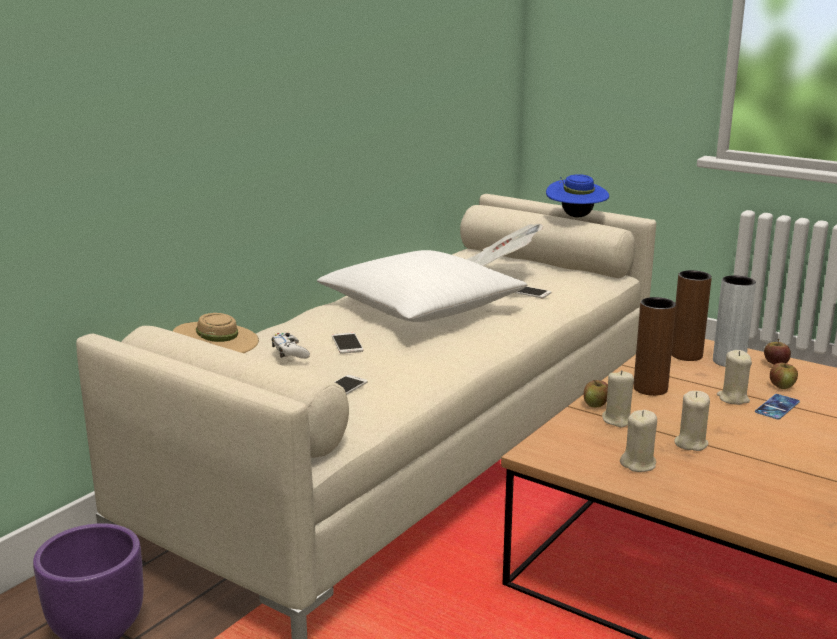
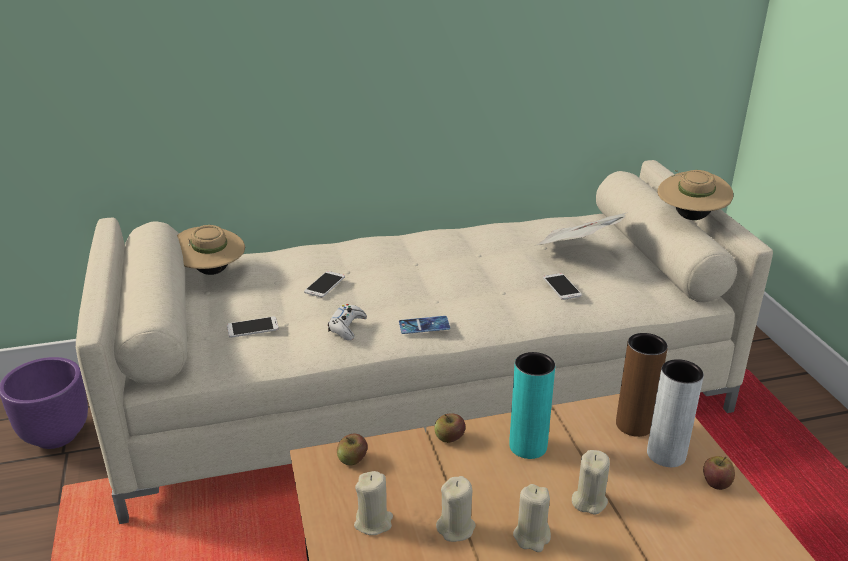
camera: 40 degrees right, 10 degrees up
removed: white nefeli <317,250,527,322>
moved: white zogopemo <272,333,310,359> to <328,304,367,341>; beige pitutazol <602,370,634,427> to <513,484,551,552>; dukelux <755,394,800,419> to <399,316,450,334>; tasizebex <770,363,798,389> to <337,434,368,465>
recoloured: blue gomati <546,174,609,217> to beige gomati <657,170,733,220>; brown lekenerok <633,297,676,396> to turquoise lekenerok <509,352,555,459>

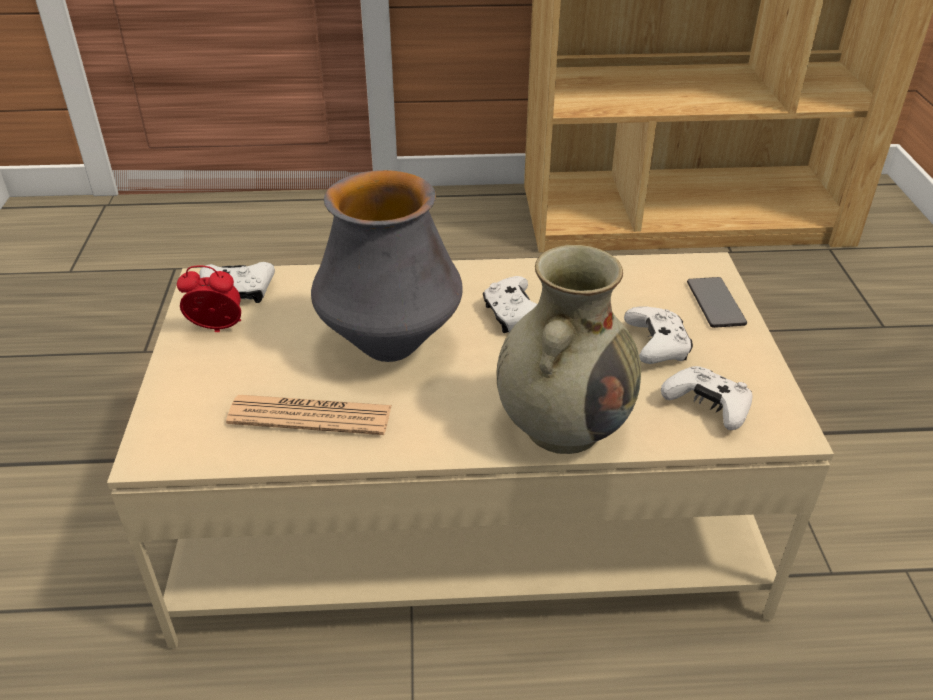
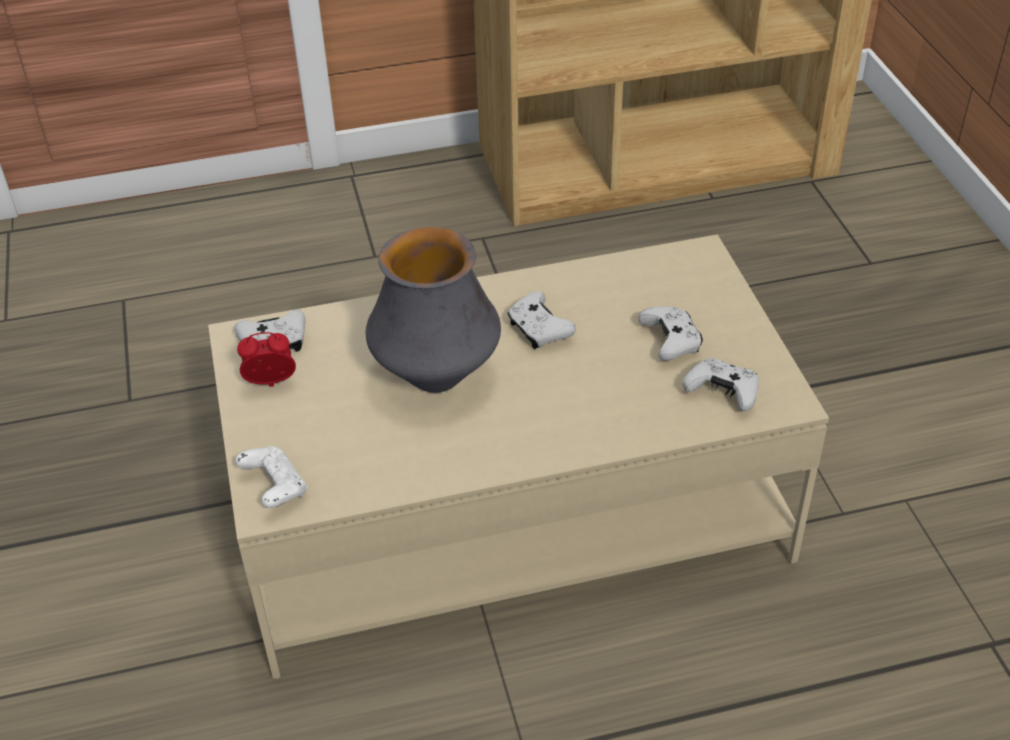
camera: 10 degrees left, 5 degrees up
removed: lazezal <226,395,392,435>; beige lekenerok <497,245,641,454>; dukelux <687,277,747,328>
added: white zogopemo <235,446,307,508>

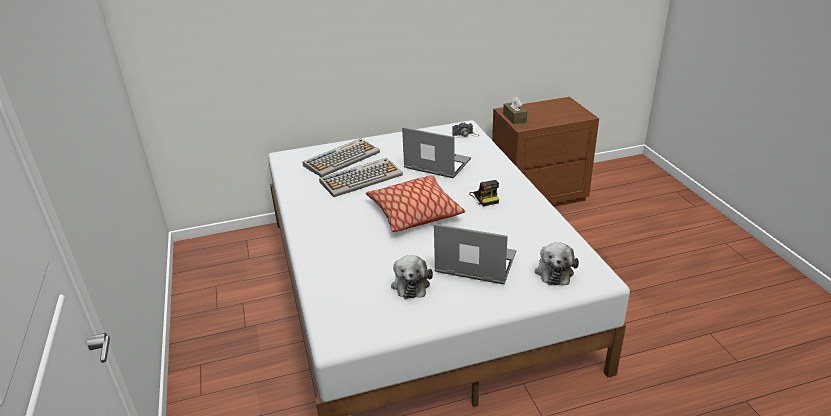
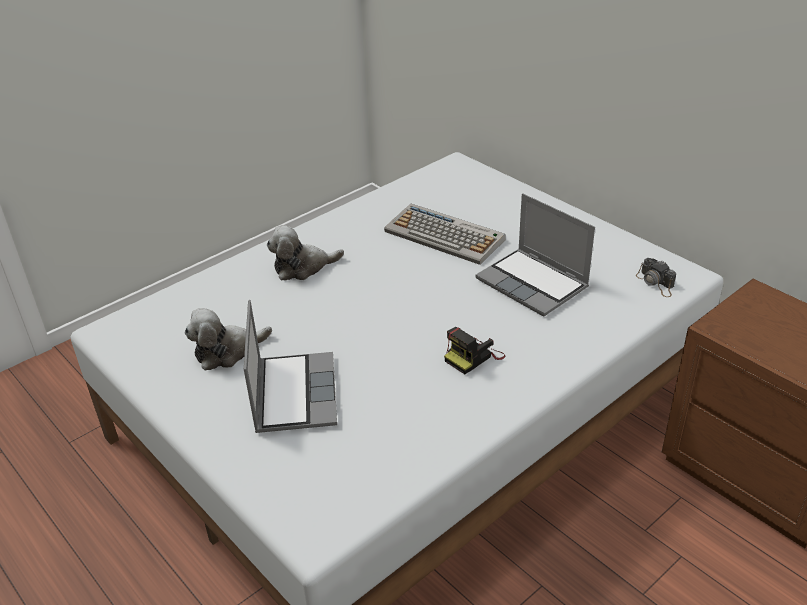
camera: 65 degrees right, 5 degrees up
removed: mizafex <303,138,380,177>; nefeli <366,175,465,232>; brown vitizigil <503,97,527,124>
moved: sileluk <535,242,579,285> to <267,225,344,280>
turned: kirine <402,127,471,178> = <476,193,595,316> 135 degrees clockwise

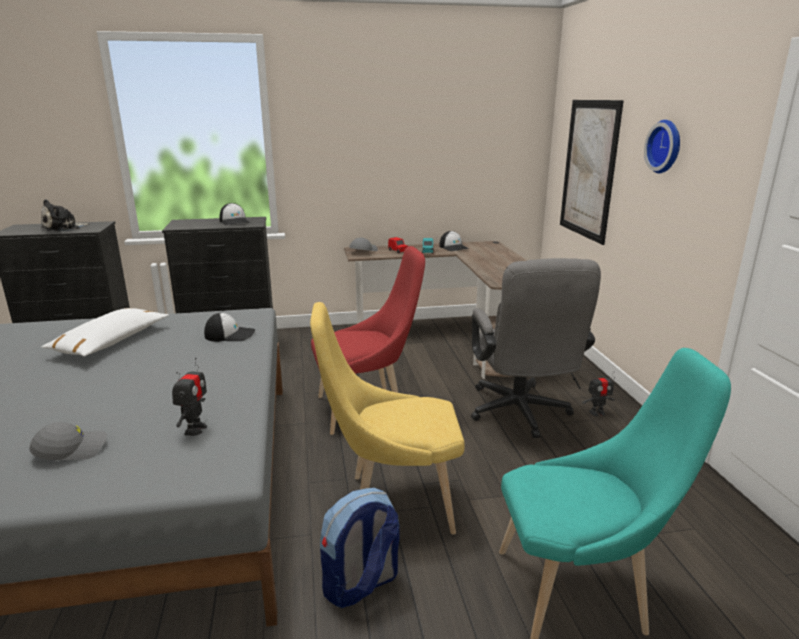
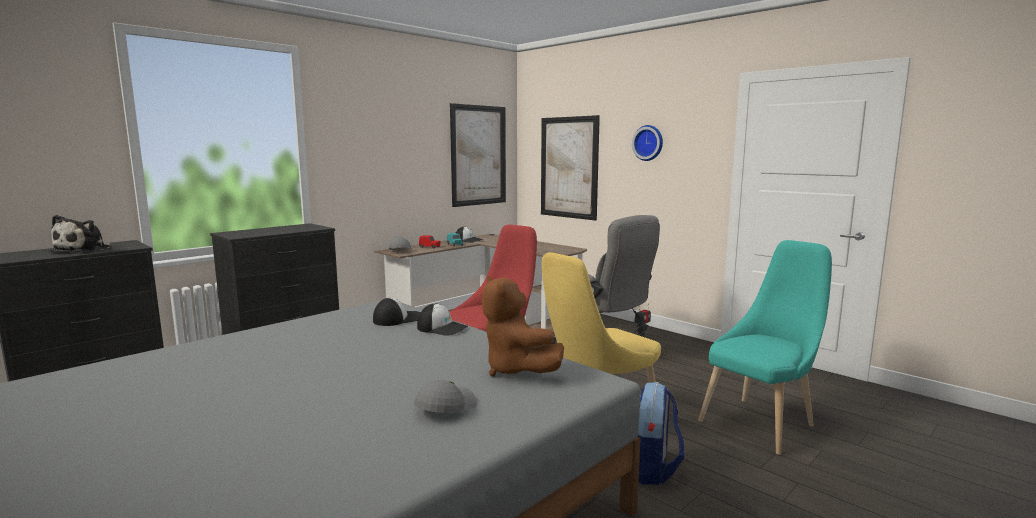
camera: 35 degrees left, 10 degrees down
removed: white nefeli <41,308,169,357>
added: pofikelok <450,103,506,207>
moved: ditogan <219,203,250,225> to <417,303,468,336>
replaced: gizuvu <172,358,207,436> to brown sileluk <482,275,564,377>

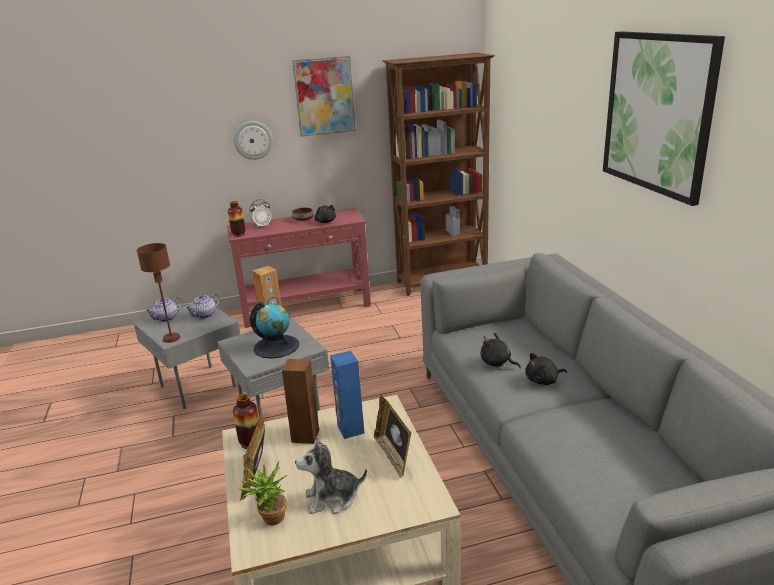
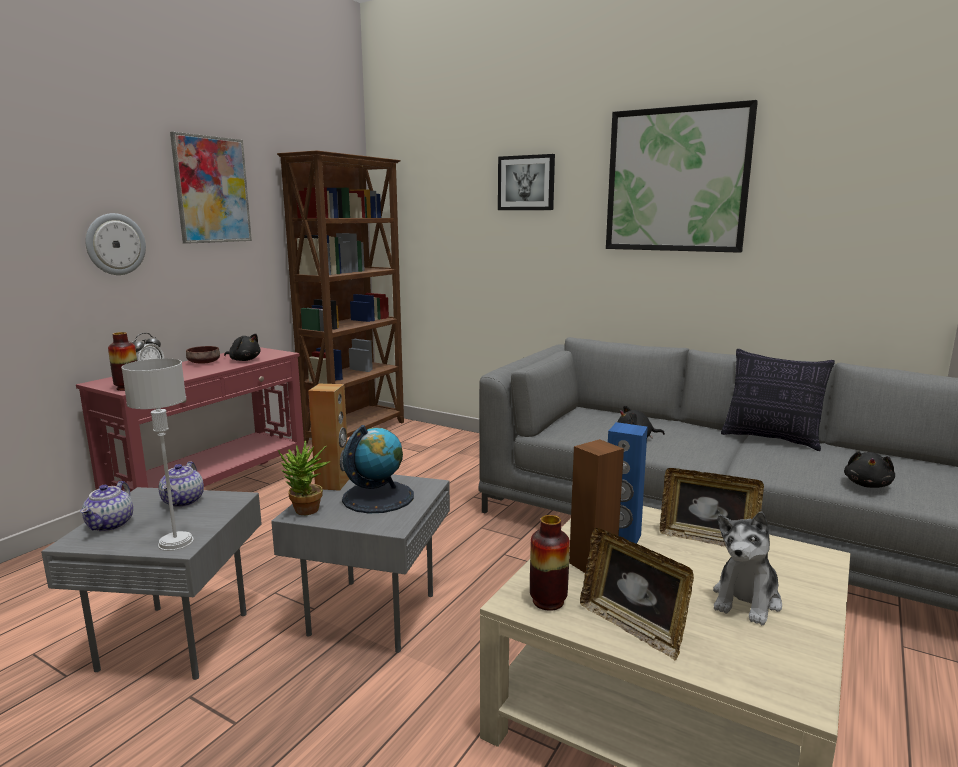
camera: 45 degrees left, 10 degrees down
added: pofikelok <498,154,555,210>; nefeli <721,349,835,451>
moved: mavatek <239,461,288,525> to <278,441,331,515>; black sileluk <525,353,567,385> to <844,451,895,488>
recoloured: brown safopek <137,243,181,343> to grey safopek <121,359,194,551>

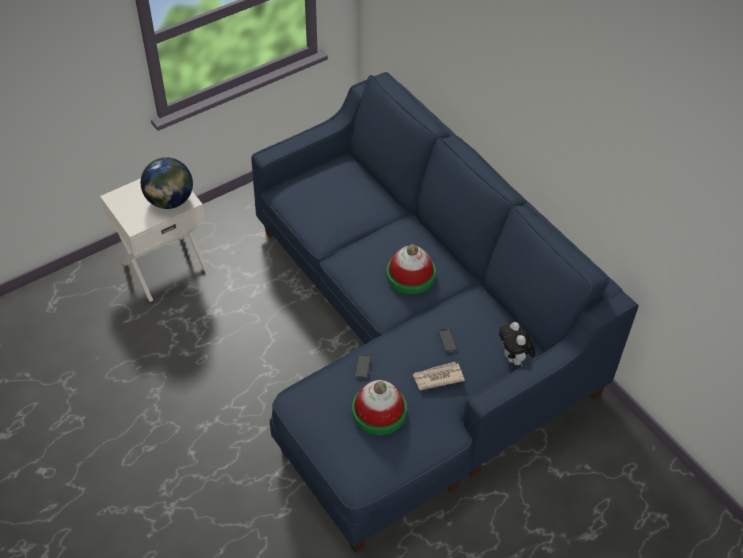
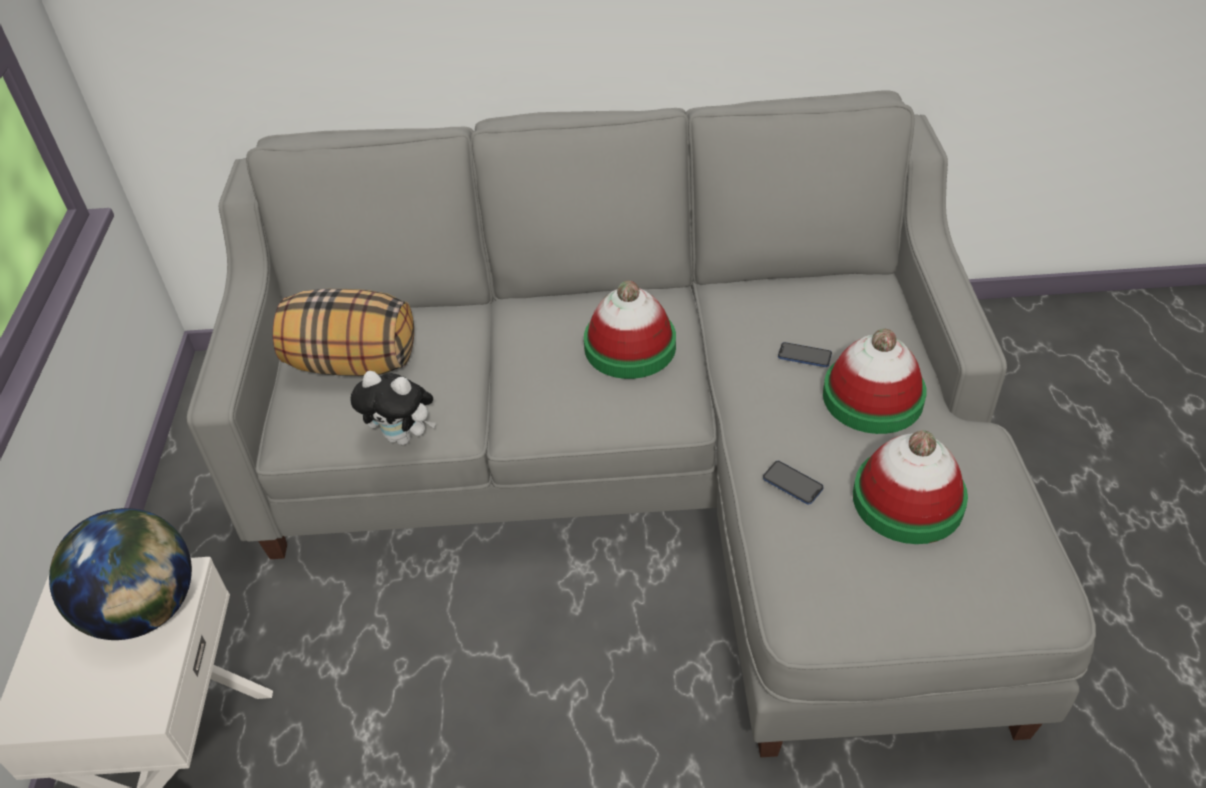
camera: 55 degrees left, 5 degrees down
added: nefeli <273,289,414,376>
moved: sileluk <499,322,535,367> to <350,371,436,445>
replaced: lazezal <412,362,465,390> to gomati <823,329,927,434>
recoloured: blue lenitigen <251,72,639,553> to grey lenitigen <187,90,1096,757>

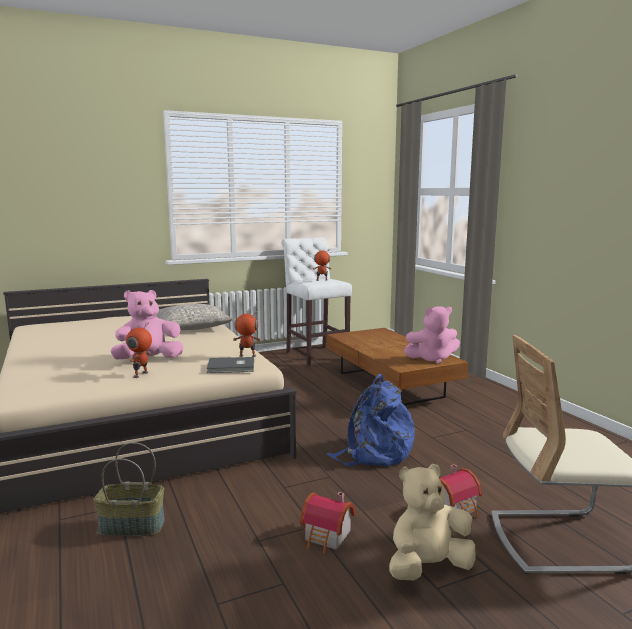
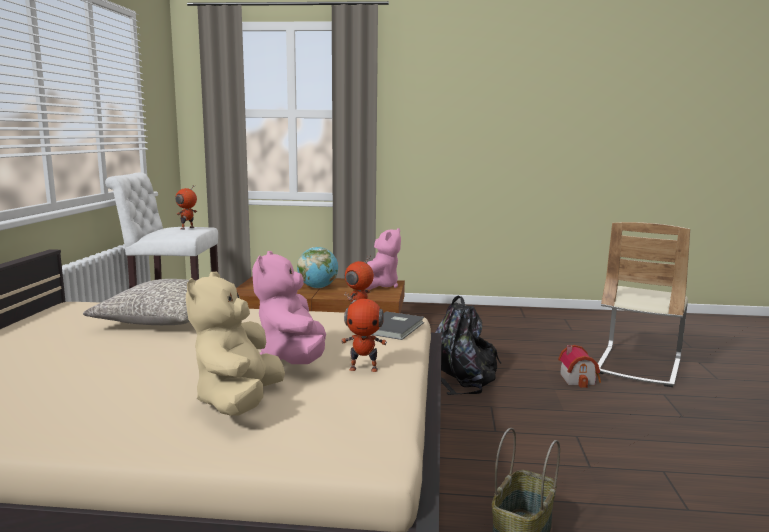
camera: 60 degrees left, 0 degrees up
removed: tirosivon <300,492,356,553>
added: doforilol <297,247,338,288>
moved: beige sileluk <389,464,475,580> to <186,272,285,416>
recoloured: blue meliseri <327,374,415,467> to black meliseri <435,296,502,395>
turned: gizuvu <126,322,152,378> = <341,293,387,372> 45 degrees counterclockwise

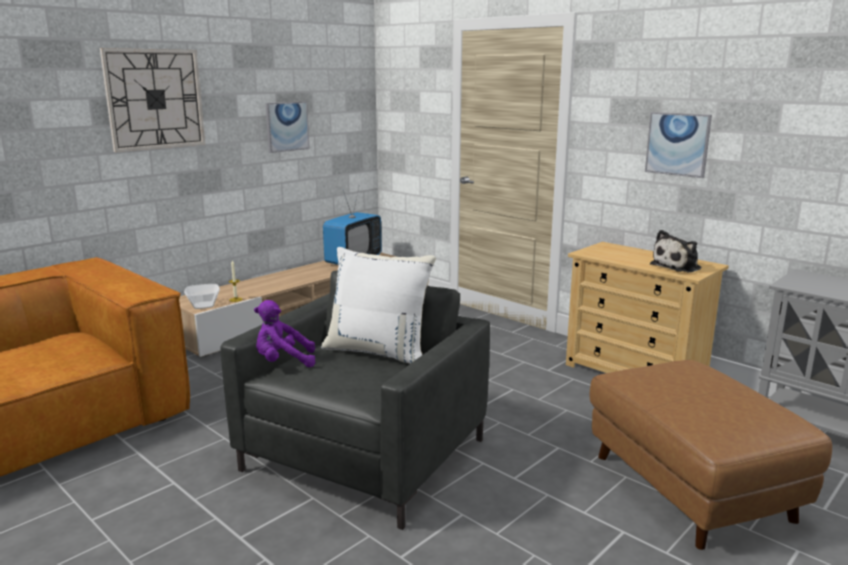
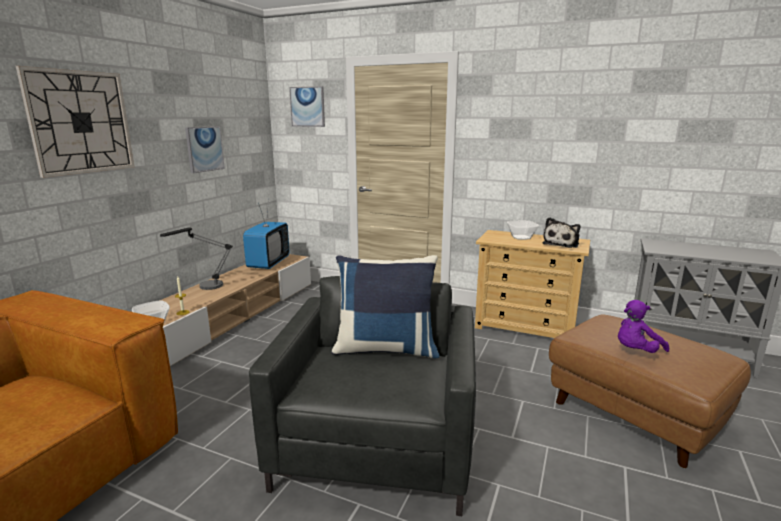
camera: 20 degrees left, 0 degrees up
added: safopek <160,227,233,290>; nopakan <507,220,539,240>
moved: purple sileluk <254,300,315,367> to <618,300,669,353>; pofikelok <645,112,712,178> to <289,86,325,127>
recoloured: white nefeli <321,247,436,364> to blue nefeli <331,255,440,358>

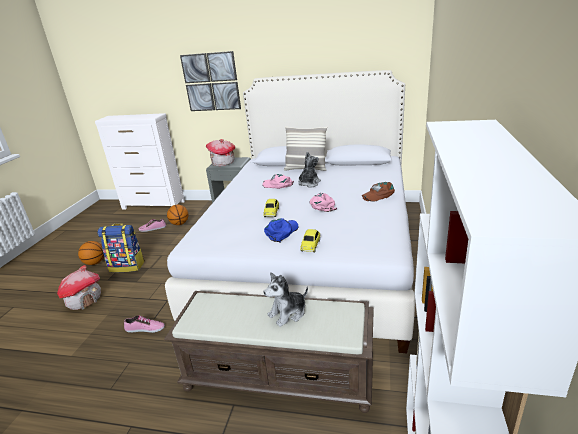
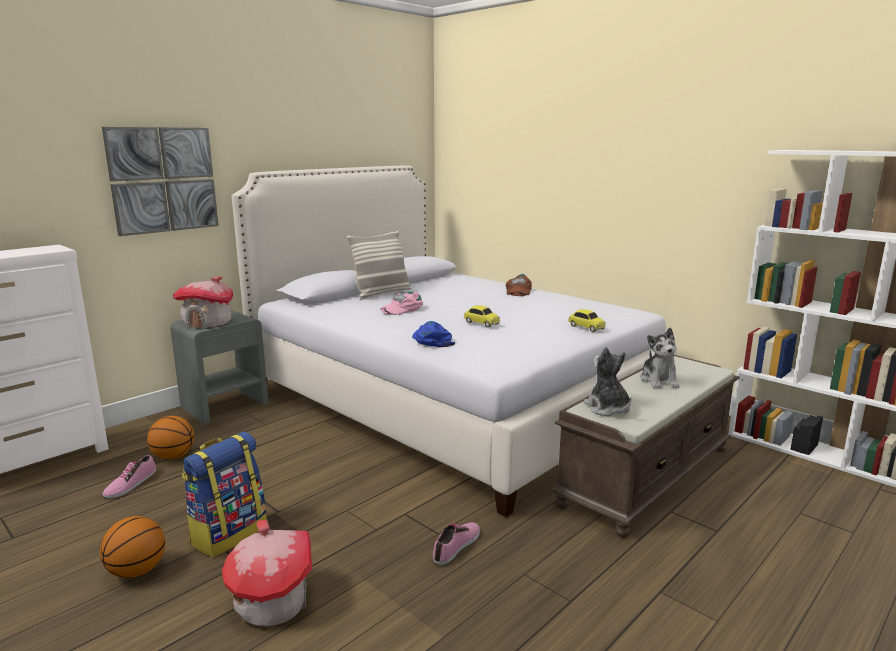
camera: 60 degrees left, 10 degrees down
removed: pink ditogan <309,193,337,212>
moved: blue ditogan <264,218,298,243> to <412,321,455,347>; sileluk <299,152,321,188> to <584,347,631,417>

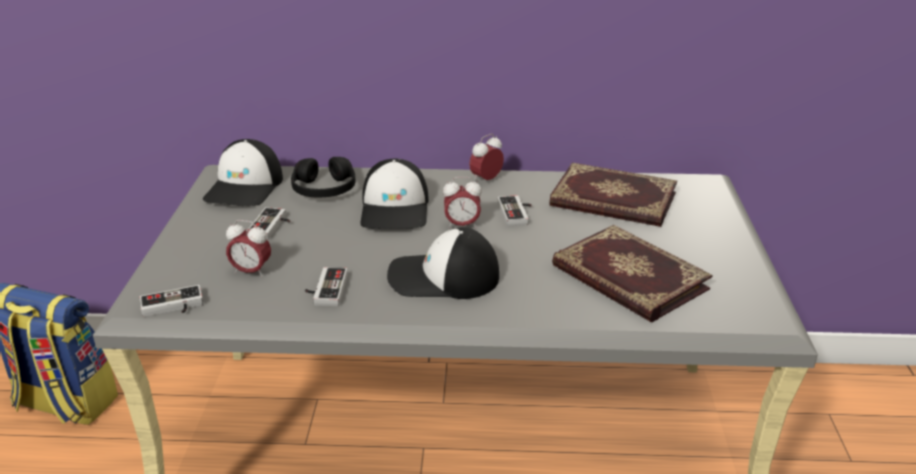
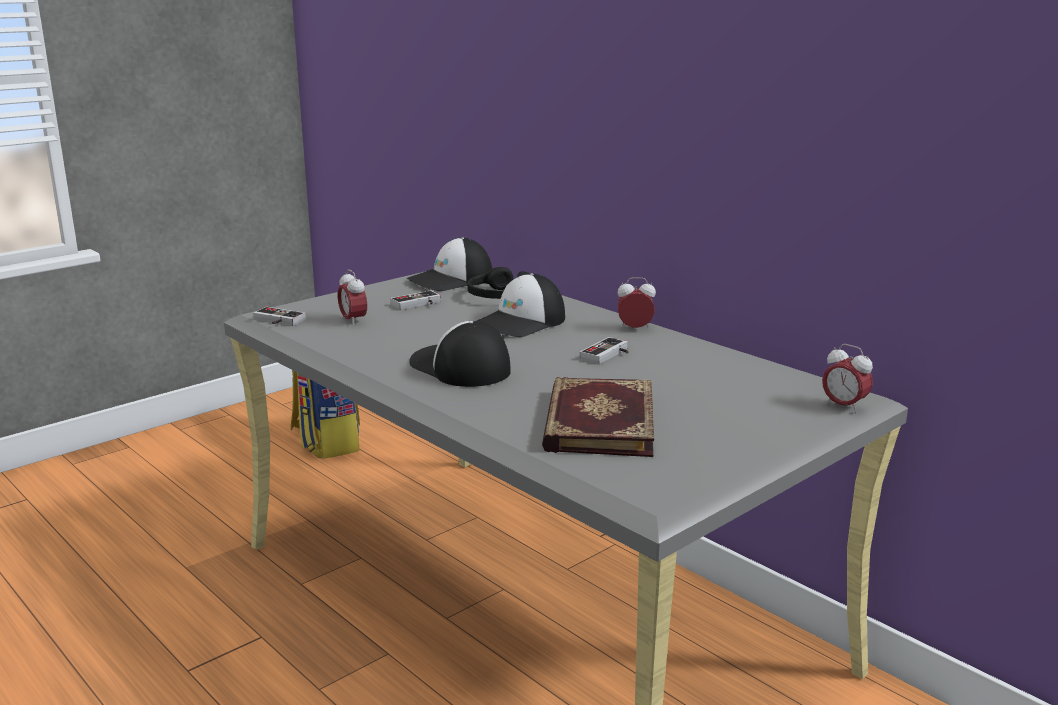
camera: 45 degrees right, 10 degrees down
removed: zogopemo <305,267,348,306>; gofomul <549,163,677,227>
moved: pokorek <443,177,482,229> to <822,344,873,414>

